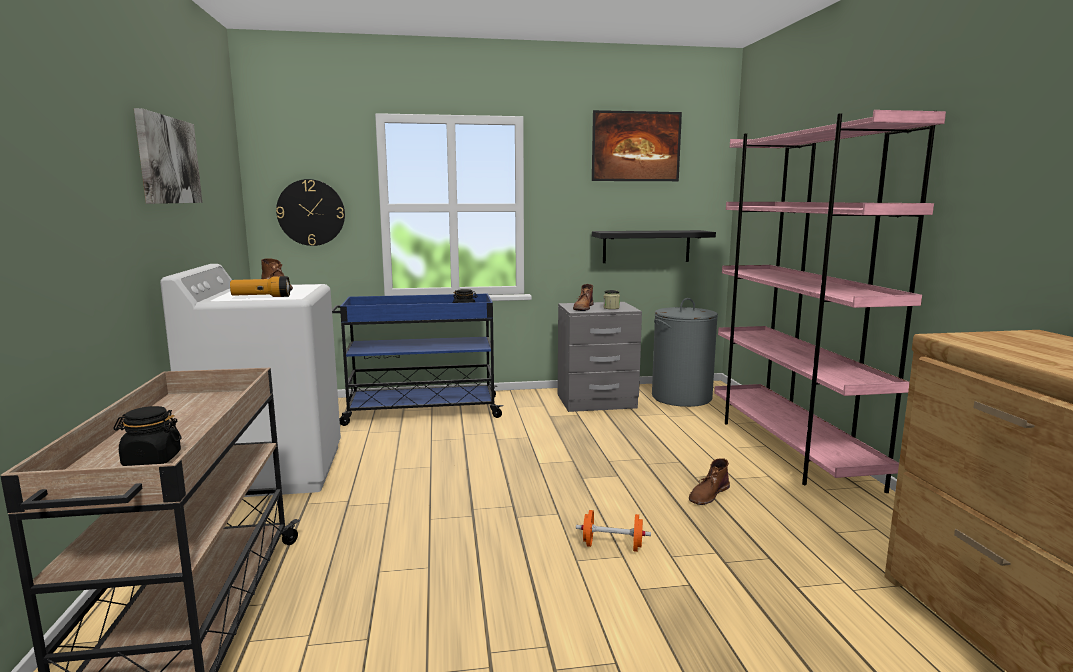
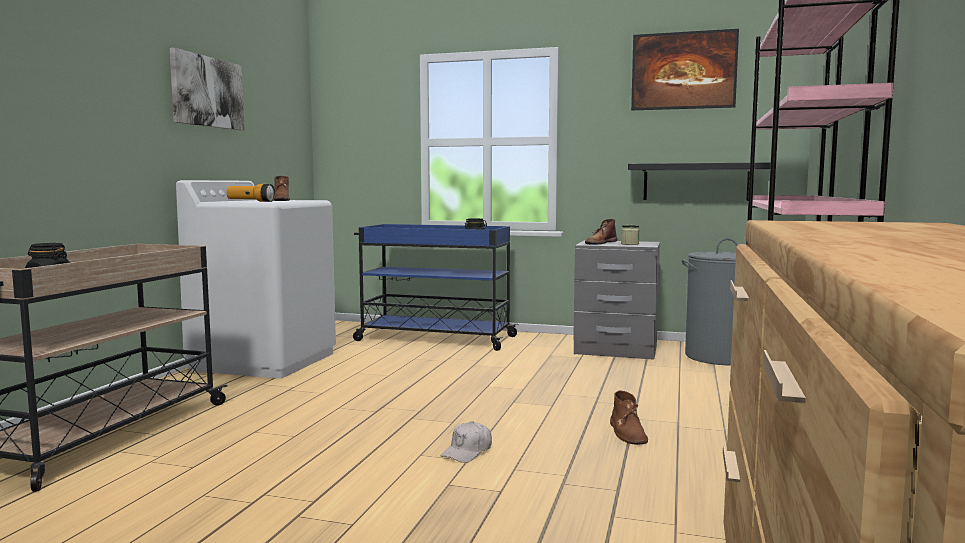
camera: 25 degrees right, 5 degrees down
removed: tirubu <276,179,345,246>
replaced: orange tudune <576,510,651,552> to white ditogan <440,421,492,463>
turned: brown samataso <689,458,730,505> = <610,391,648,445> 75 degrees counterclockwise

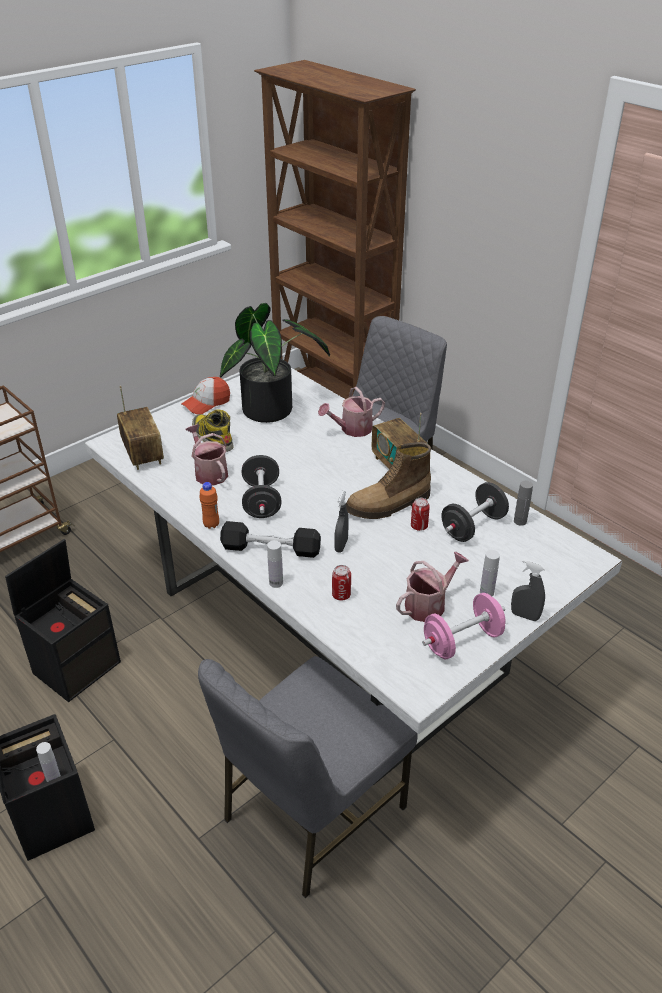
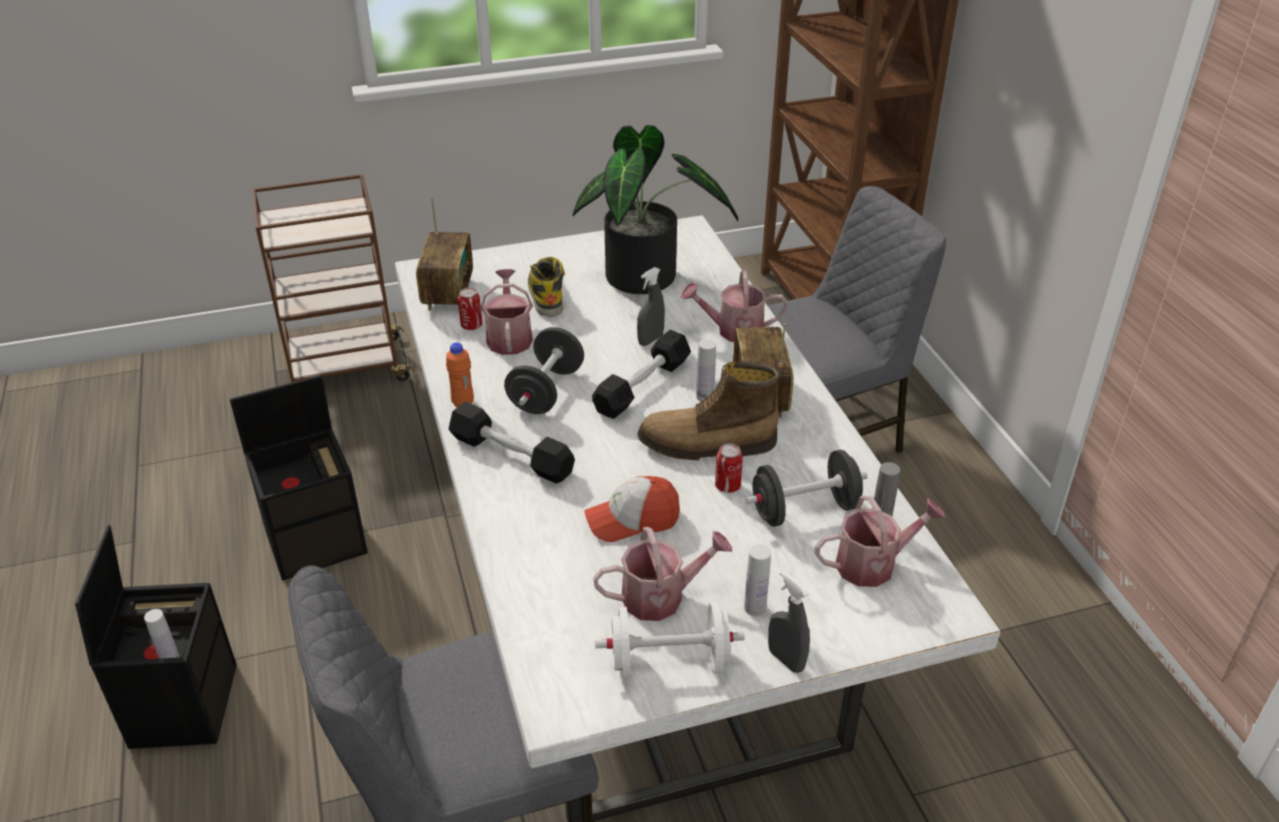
camera: 25 degrees right, 0 degrees up
added: black tudune <592,330,691,419>; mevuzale <815,496,946,587>
moved: ditogan <181,377,230,414> to <584,476,680,542>; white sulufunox <267,540,283,588> to <696,339,716,401>; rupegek <332,565,351,601> to <458,288,482,330>; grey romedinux <334,491,349,553> to <637,267,665,346>
recoloured: pink tudune <422,593,506,659> to white tudune <595,602,744,679>

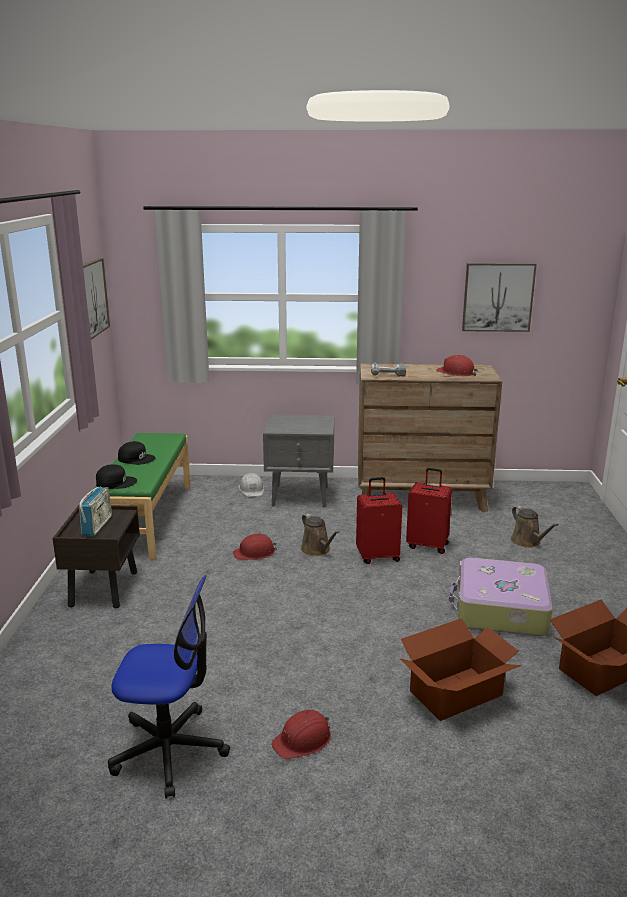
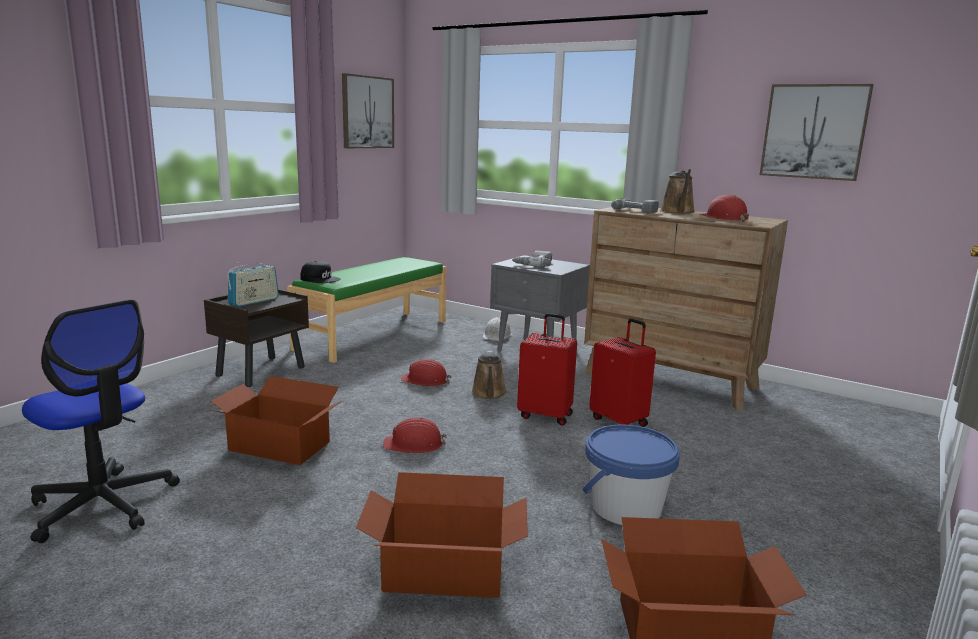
camera: 30 degrees right, 5 degrees down
removed: black ditogan <118,441,155,465>
added: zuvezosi <211,376,342,465>; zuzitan <512,251,552,267>
moved: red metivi <271,710,331,759> to <383,418,447,453>; brown mevuzale <511,506,559,548> to <660,169,695,214>
replaced: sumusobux <449,558,553,636> to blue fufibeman <583,425,680,525>

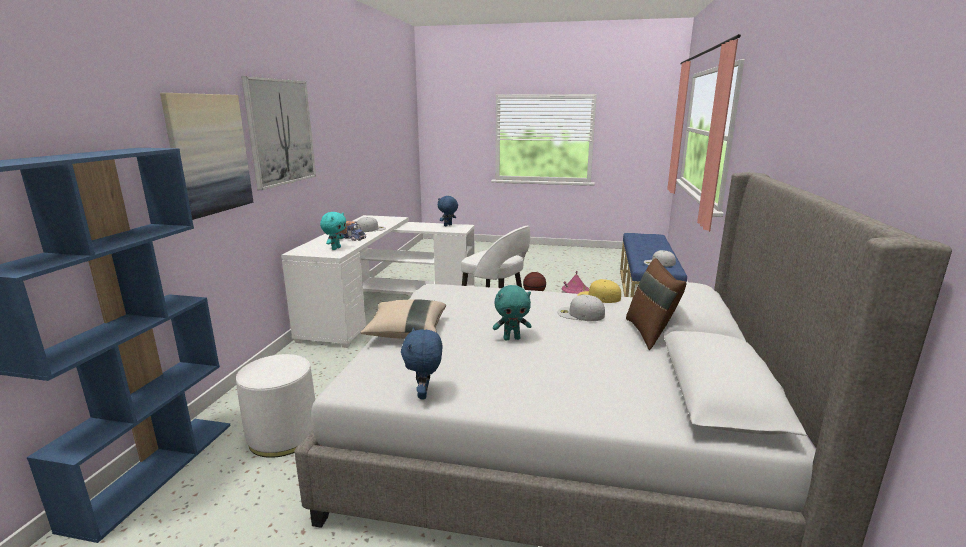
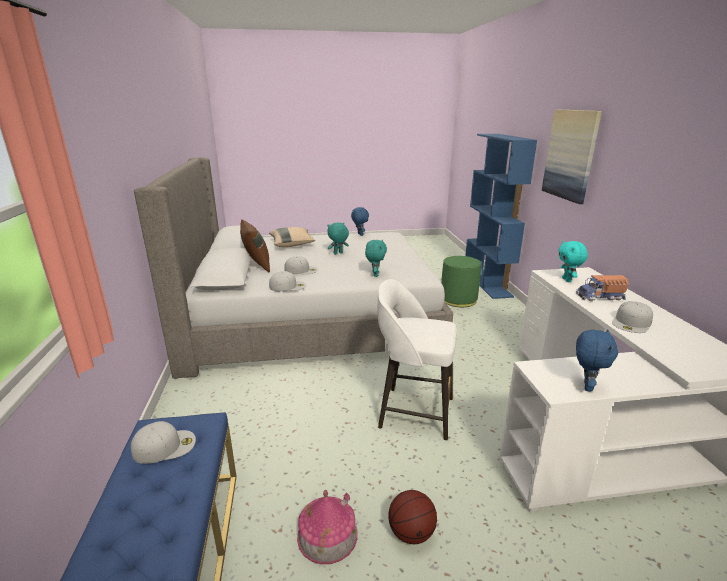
camera: 160 degrees right, 5 degrees up
removed: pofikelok <241,76,316,190>
added: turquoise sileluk <365,240,387,277>
moved: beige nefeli <360,299,446,339> to <269,227,315,247>
recoloured: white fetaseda <236,354,315,458> to green fetaseda <441,256,481,307>; yellow ditogan <577,279,621,303> to white ditogan <269,271,306,292>

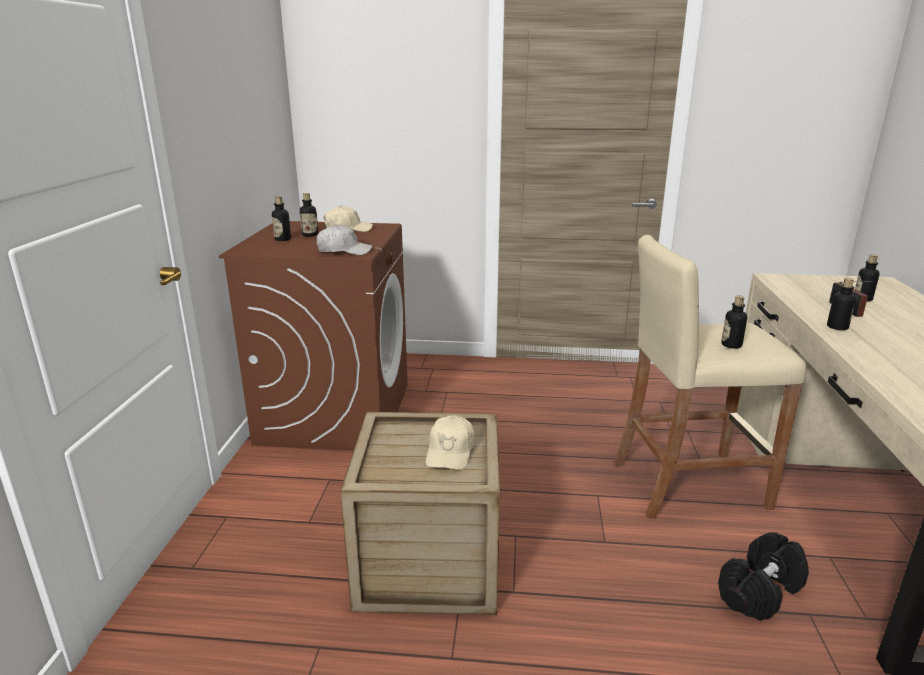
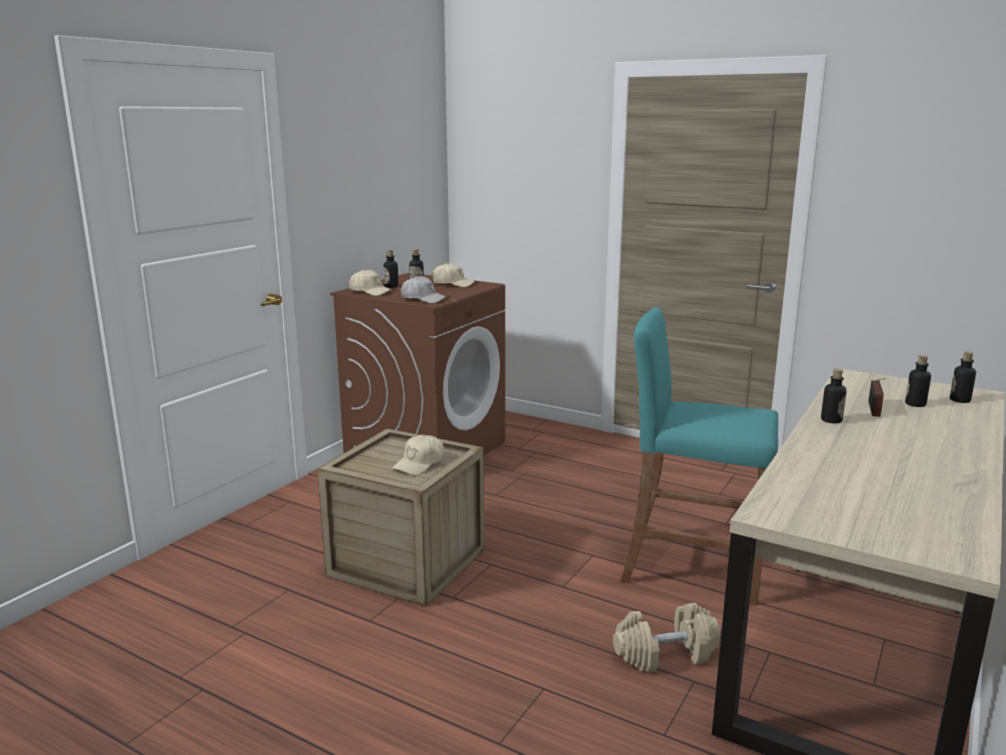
camera: 25 degrees right, 5 degrees down
added: beige ditogan <349,269,393,296>
moved: sulufunox <721,295,747,349> to <950,352,976,403>
recoloured: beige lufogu <614,235,807,519> to turquoise lufogu <620,307,778,606>; black tudune <718,532,809,621> to beige tudune <613,603,720,672>

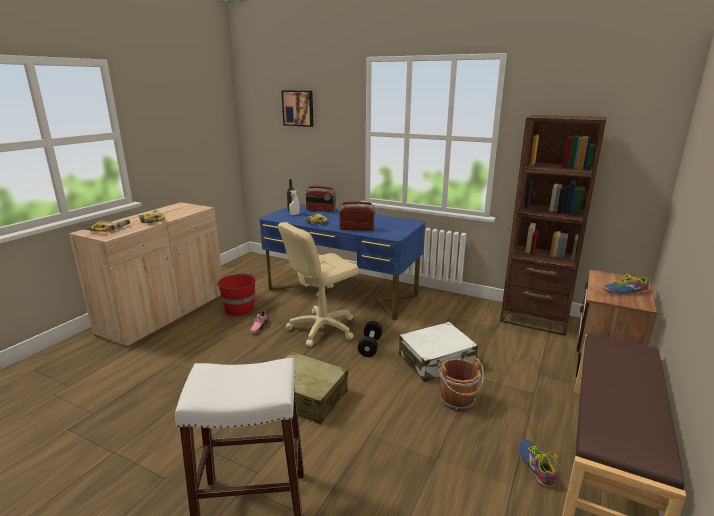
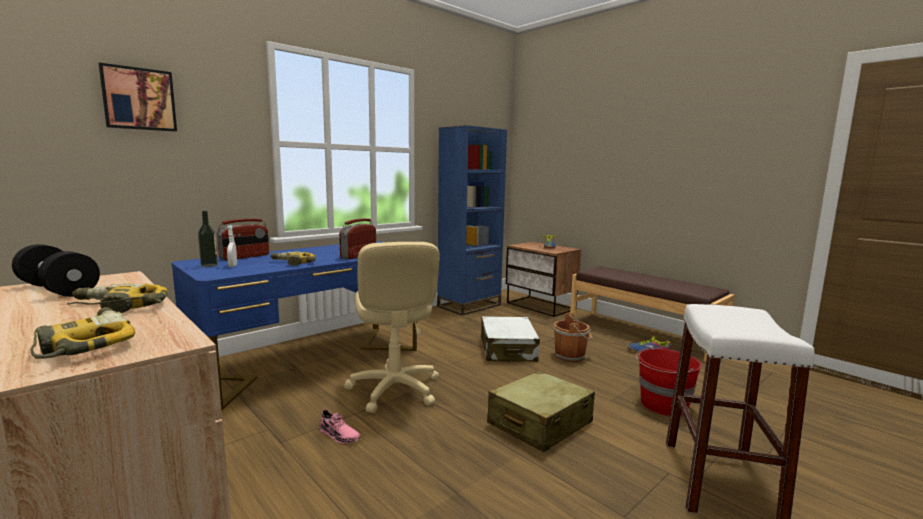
camera: 70 degrees left, 10 degrees down
moved: red fufibeman <216,274,256,316> to <636,347,701,416>; black tudune <358,321,382,357> to <12,244,100,297>
recoloured: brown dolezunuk <500,115,606,336> to blue dolezunuk <437,125,507,316>

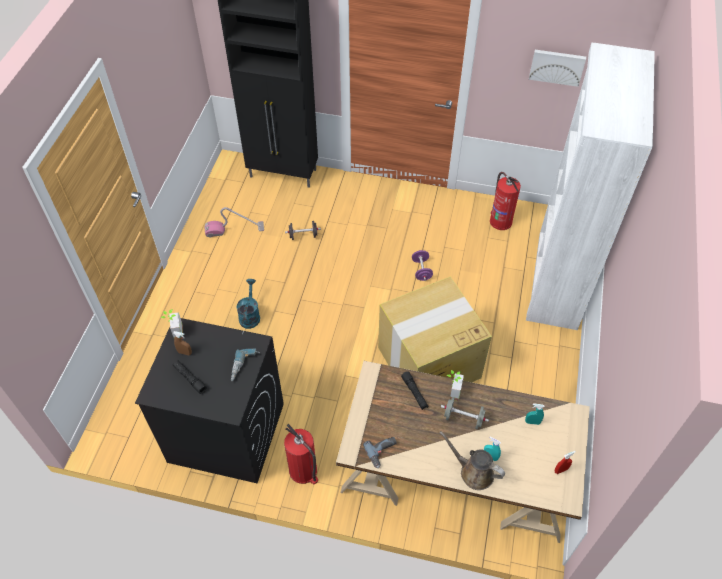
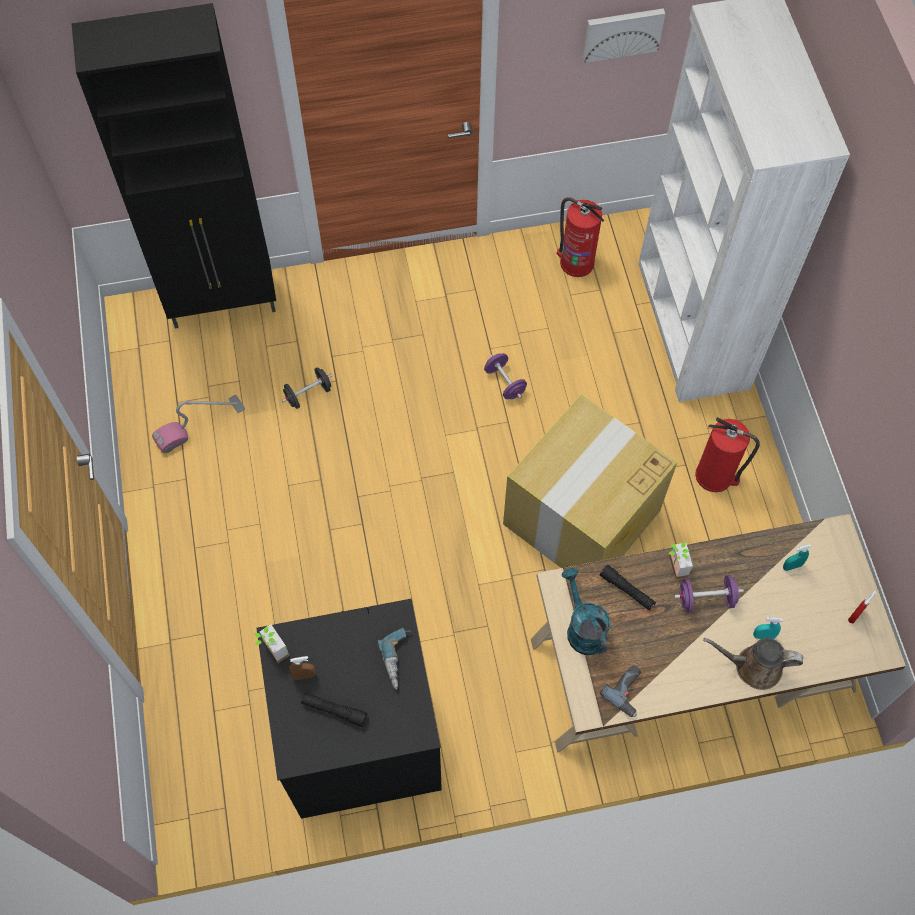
camera: 25 degrees left, 10 degrees up
moved: turquoise mevuzale <237,279,260,329> to <562,568,610,655>; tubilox <284,424,318,485> to <695,417,760,492>
recoloured: grey tudune <441,397,489,430> to purple tudune <674,575,744,612>

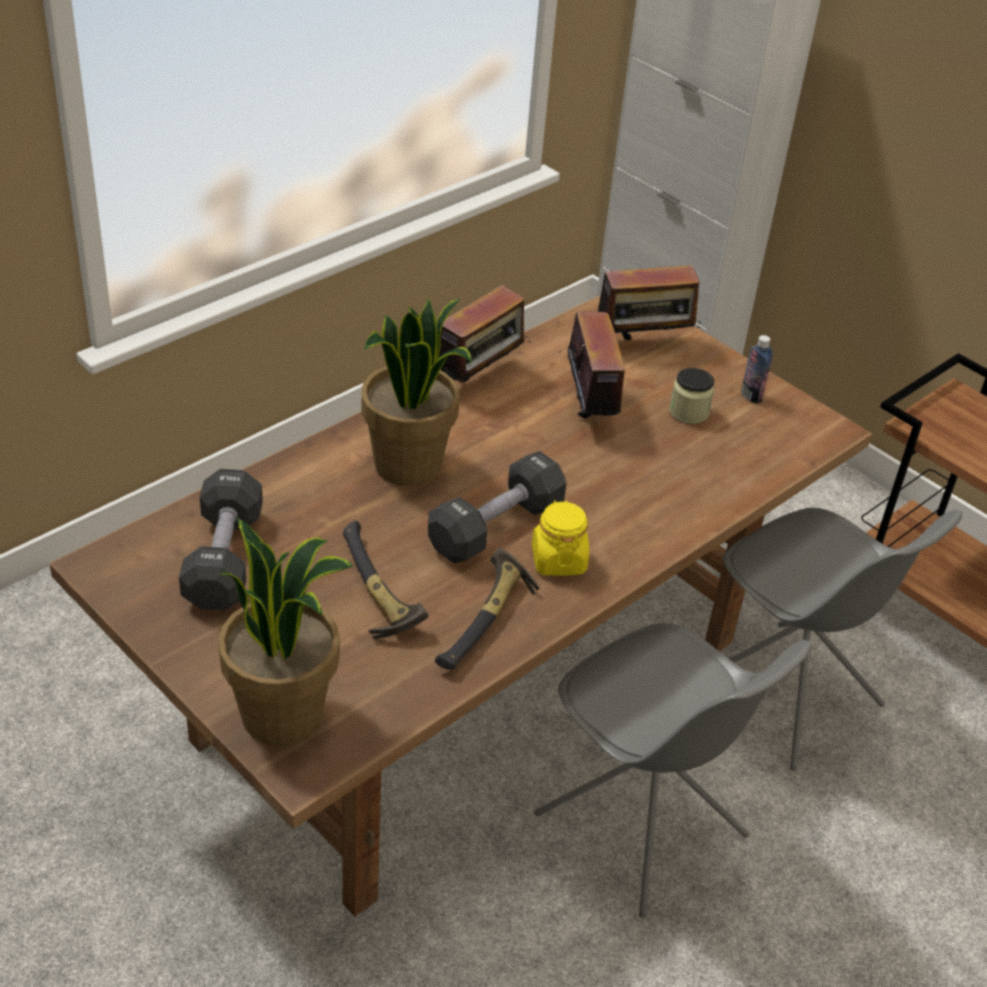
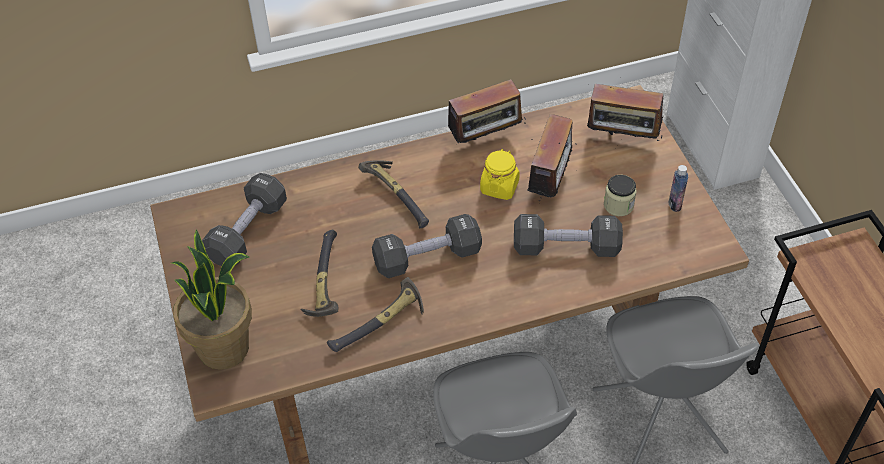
camera: 30 degrees right, 10 degrees up
added: black tudune <514,214,623,257>
moved: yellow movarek <532,500,589,576> to <480,149,520,200>
replaced: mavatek <361,298,472,486> to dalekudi <358,160,429,228>

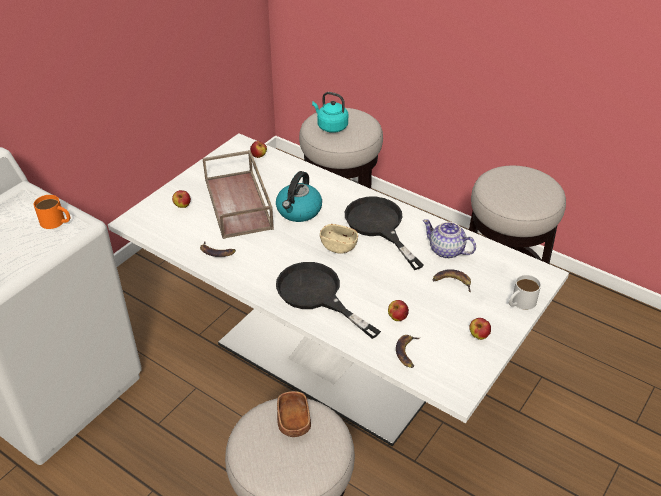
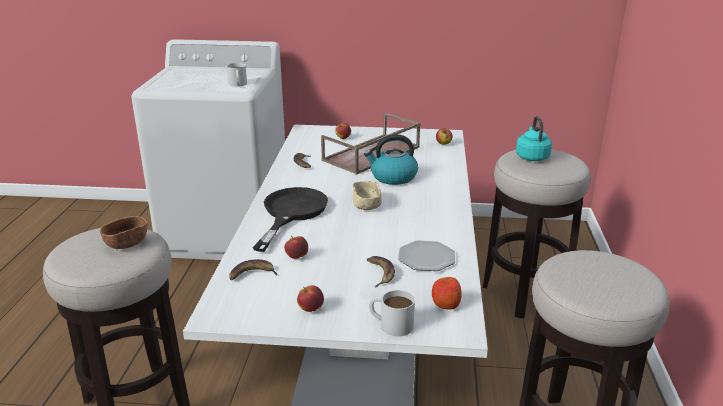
camera: 60 degrees right, 15 degrees down
removed: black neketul <345,197,424,270>
added: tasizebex <432,277,462,310>
replaced: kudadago <423,219,476,259> to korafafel <398,240,455,271>
recoloured: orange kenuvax <34,195,70,229> to white kenuvax <227,63,247,87>

